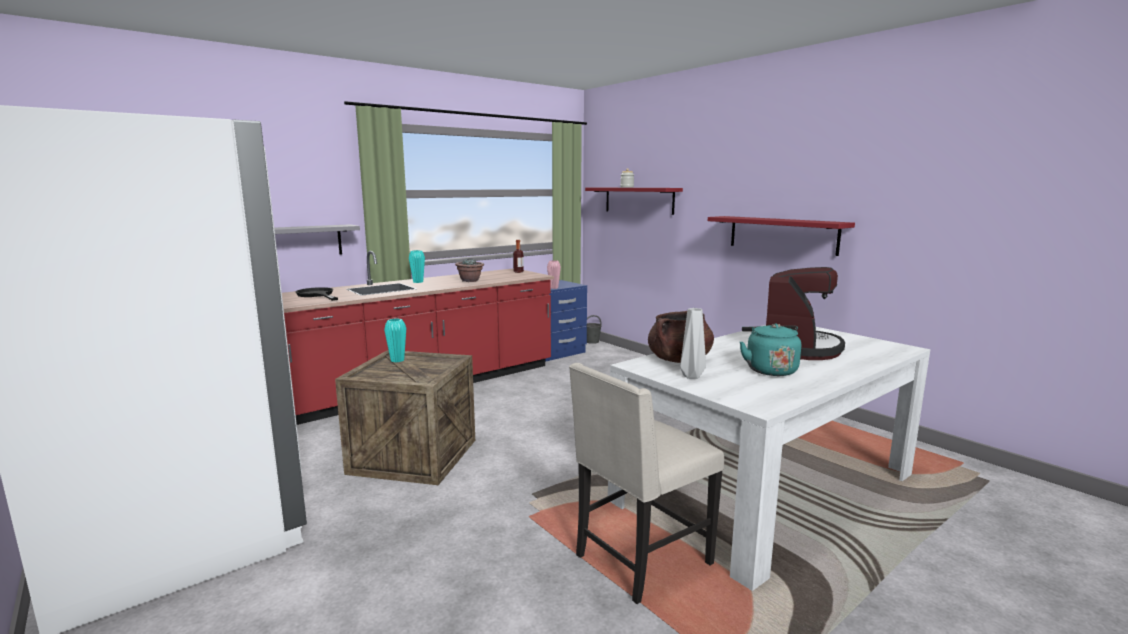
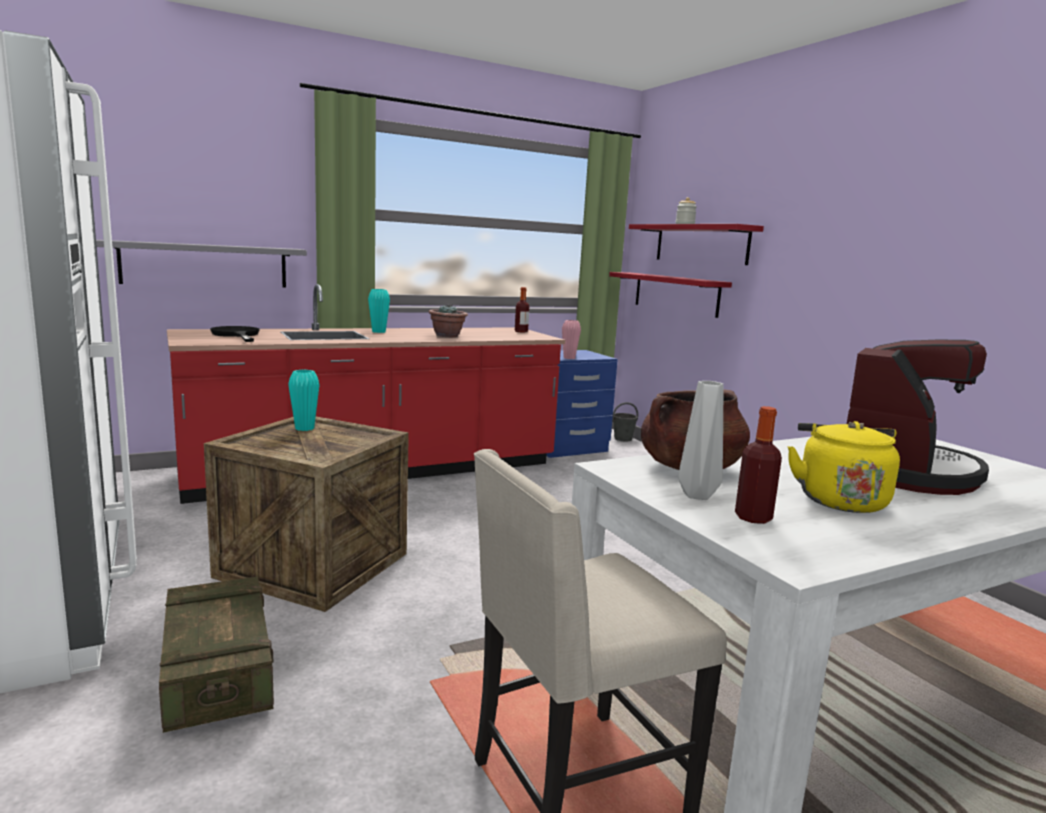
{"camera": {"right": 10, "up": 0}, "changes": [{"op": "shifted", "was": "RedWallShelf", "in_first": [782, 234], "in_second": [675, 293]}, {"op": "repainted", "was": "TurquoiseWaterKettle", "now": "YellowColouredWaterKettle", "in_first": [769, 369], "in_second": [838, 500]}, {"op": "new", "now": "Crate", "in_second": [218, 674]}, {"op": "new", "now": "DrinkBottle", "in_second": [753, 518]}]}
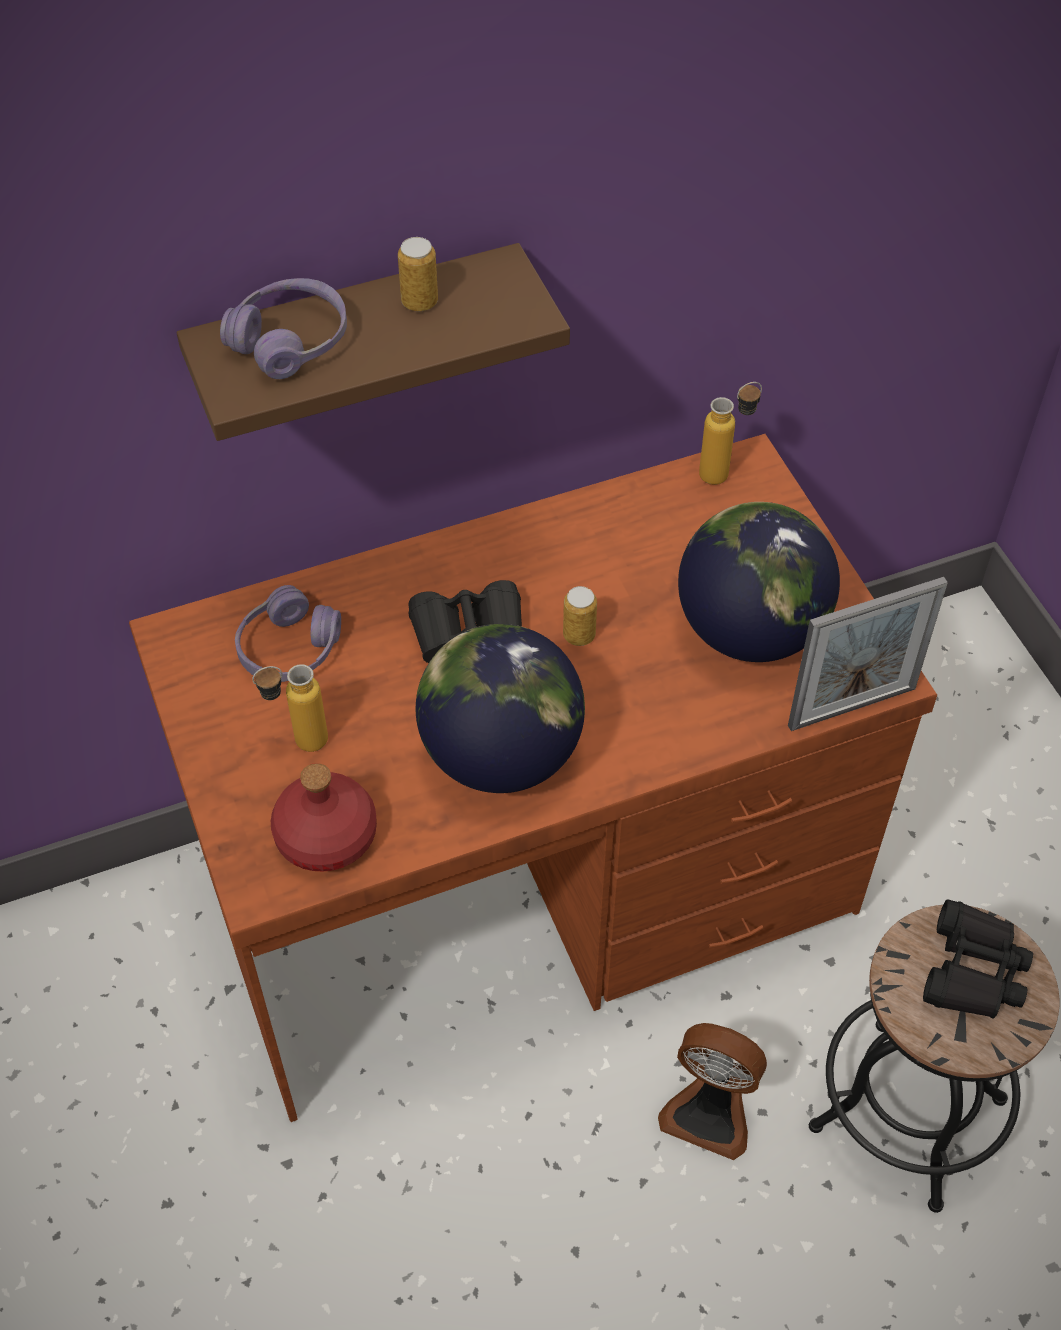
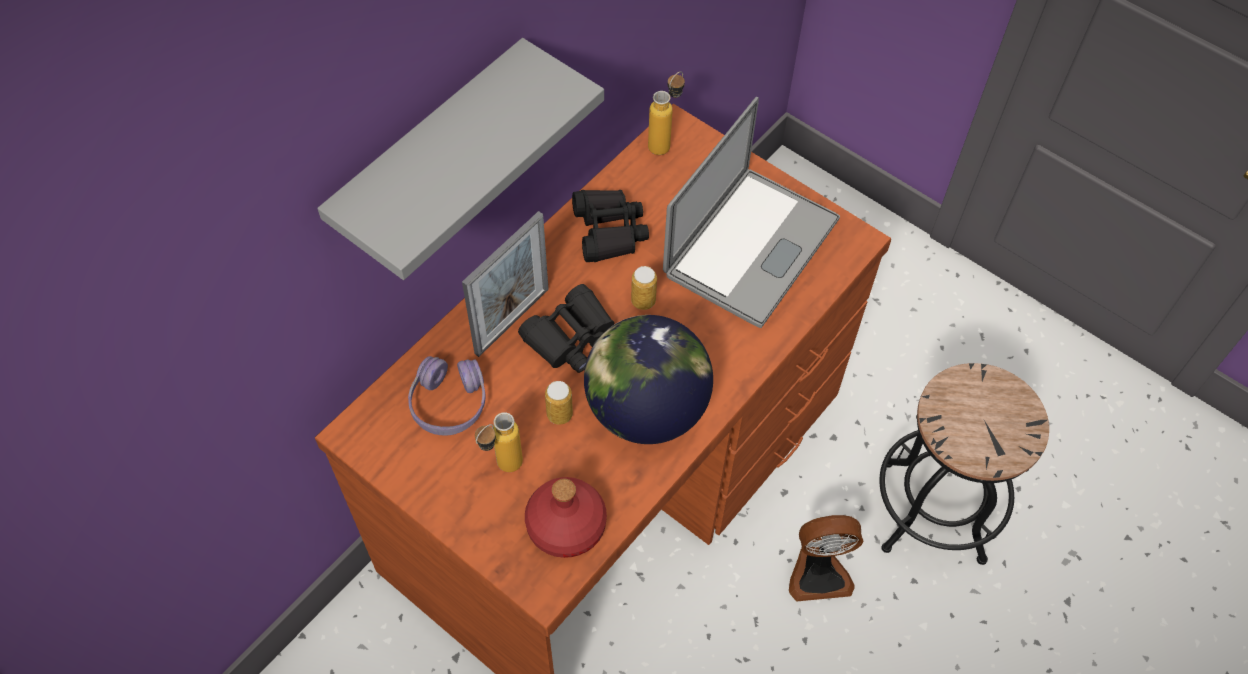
{"camera": {"right": -30, "up": 5}, "changes": [{"op": "repainted", "was": "BrownishWallShelf", "now": "GreyWallShelf", "in_first": [357, 337], "in_second": [431, 154]}, {"op": "gone", "was": "PurpleColouredPairOfHeadphones", "in_first": [290, 341]}, {"op": "shifted", "was": "Can", "in_first": [419, 302], "in_second": [559, 414]}, {"op": "swapped", "was": "DeskGlobe", "now": "PortableComputer", "in_first": [750, 630], "in_second": [751, 246]}, {"op": "shifted", "was": "PictureFrame", "in_first": [852, 707], "in_second": [512, 321]}, {"op": "shifted", "was": "BlackColouredFieldGlasses", "in_first": [973, 971], "in_second": [609, 231]}]}
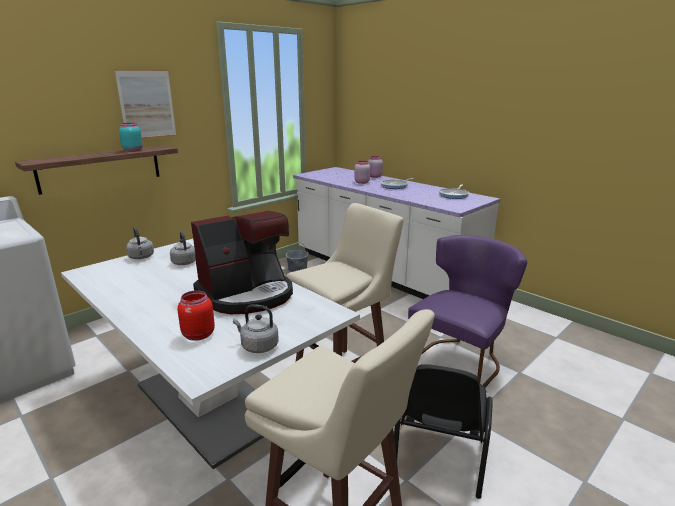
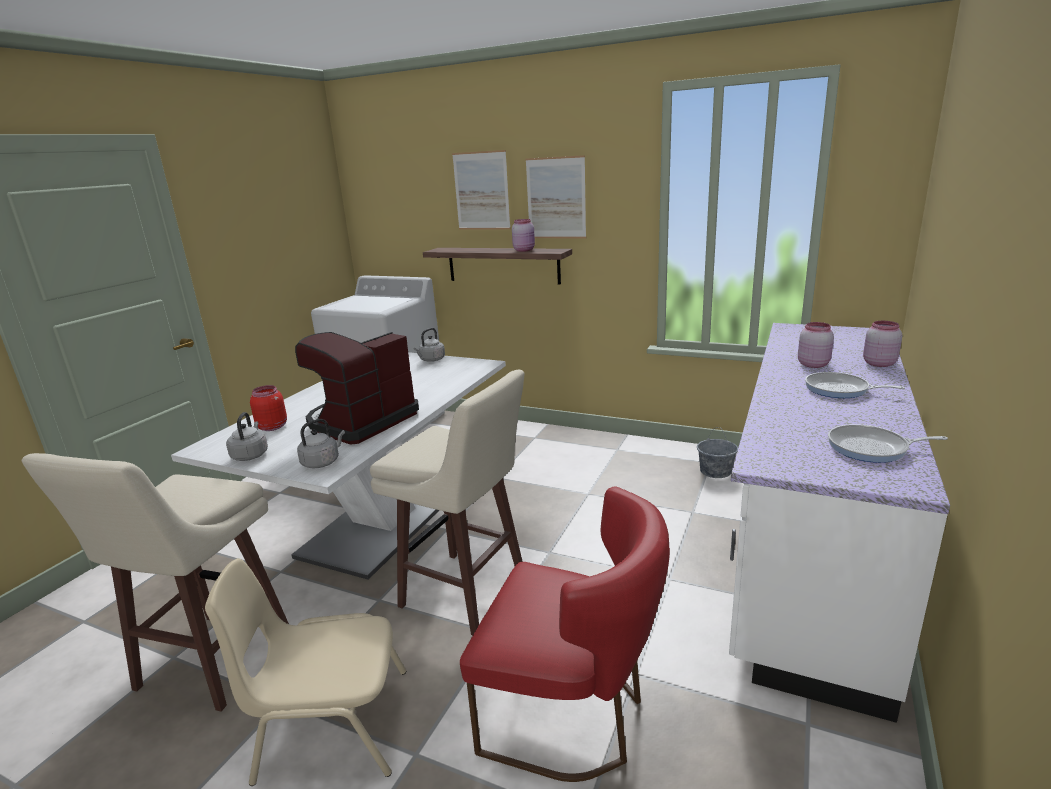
{"camera": {"right": 70, "up": 0}, "changes": [{"op": "repainted", "was": "TurquoisePreserveJar", "now": "PinkColouredPreserveJar", "in_first": [133, 150], "in_second": [524, 250]}, {"op": "shifted", "was": "GreyWaterKettle", "in_first": [184, 262], "in_second": [322, 462]}, {"op": "rotated", "was": "CoffeeMachine", "in_first": [247, 294], "in_second": [361, 421], "clockwise": 90}, {"op": "repainted", "was": "BlackColouredPlainChair", "now": "SandColouredPlainChair", "in_first": [438, 453], "in_second": [331, 725]}, {"op": "repainted", "was": "PurpleColouredPlainChair", "now": "RedPlainChair", "in_first": [460, 360], "in_second": [573, 715]}, {"op": "new", "now": "WallArt", "in_second": [481, 191]}]}
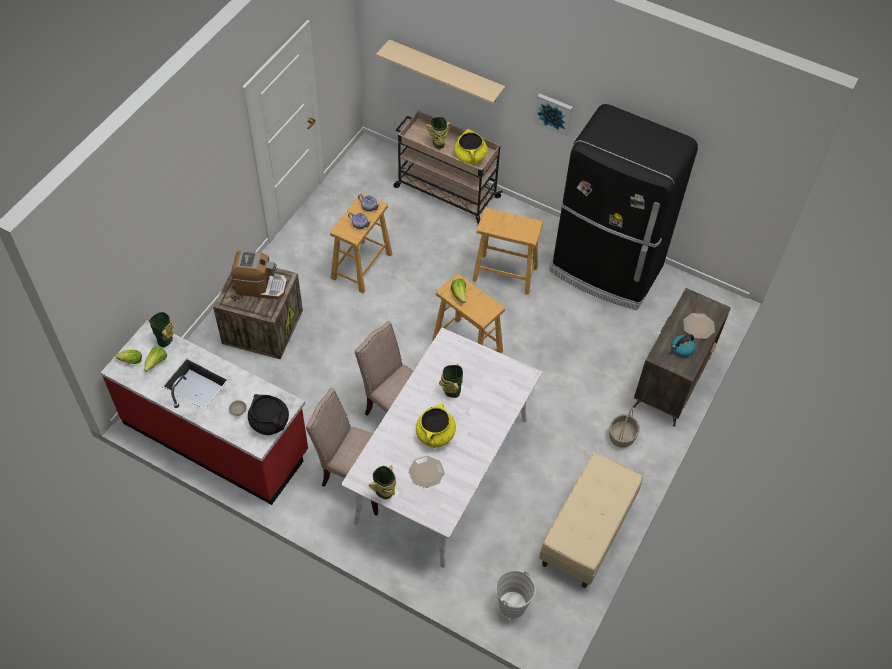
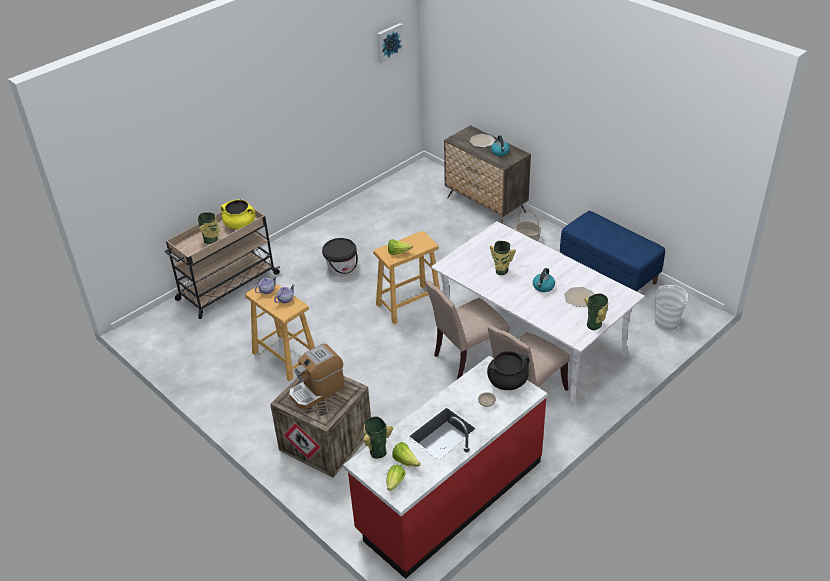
{"camera": {"right": -70, "up": -15}, "changes": [{"op": "rotated", "was": "CoffeeMachine", "in_first": [261, 286], "in_second": [317, 390], "clockwise": -150}, {"op": "gone", "was": "SandColouredWallShelf", "in_first": [446, 71]}, {"op": "swapped", "was": "YellowColouredSaucepot", "now": "WaterKettle", "in_first": [435, 435], "in_second": [543, 287]}, {"op": "swapped", "was": "SandColouredSittingStool", "now": "BlackColouredWaterBucket", "in_first": [505, 273], "in_second": [341, 268]}, {"op": "shifted", "was": "WallArt", "in_first": [554, 113], "in_second": [389, 42]}, {"op": "repainted", "was": "SandColouredIndoorBench", "now": "BlueColouredIndoorBench", "in_first": [587, 533], "in_second": [609, 272]}, {"op": "gone", "was": "BlackColouredKitchenFridge", "in_first": [606, 270]}]}
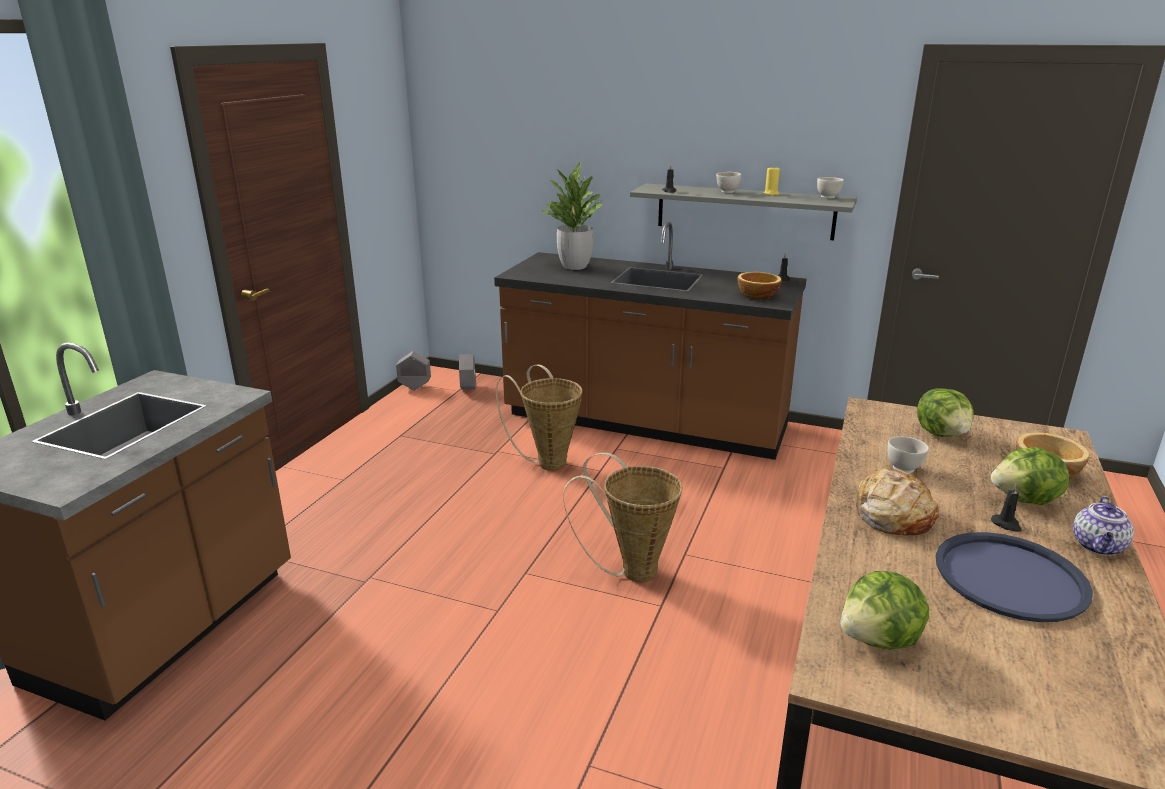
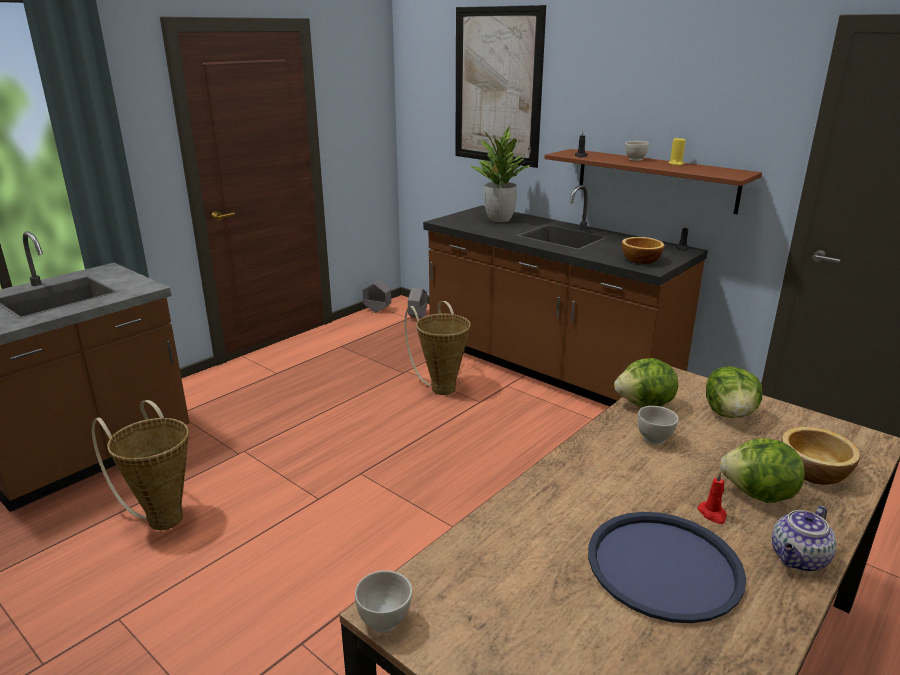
{"camera": {"right": 20, "up": 0}, "changes": [{"op": "shifted", "was": "Basket", "in_first": [631, 570], "in_second": [162, 516]}, {"op": "repainted", "was": "GreyWallShelf", "now": "BrownishWallShelf", "in_first": [744, 211], "in_second": [655, 180]}, {"op": "shifted", "was": "WhitishBowl", "in_first": [828, 197], "in_second": [385, 621]}, {"op": "shifted", "was": "Lettuce", "in_first": [879, 640], "in_second": [645, 405]}, {"op": "gone", "was": "Bread", "in_first": [892, 515]}, {"op": "repainted", "was": "BlackColouredCandle", "now": "RedCandle", "in_first": [1006, 524], "in_second": [712, 514]}, {"op": "new", "now": "WallArt", "in_second": [497, 87]}]}
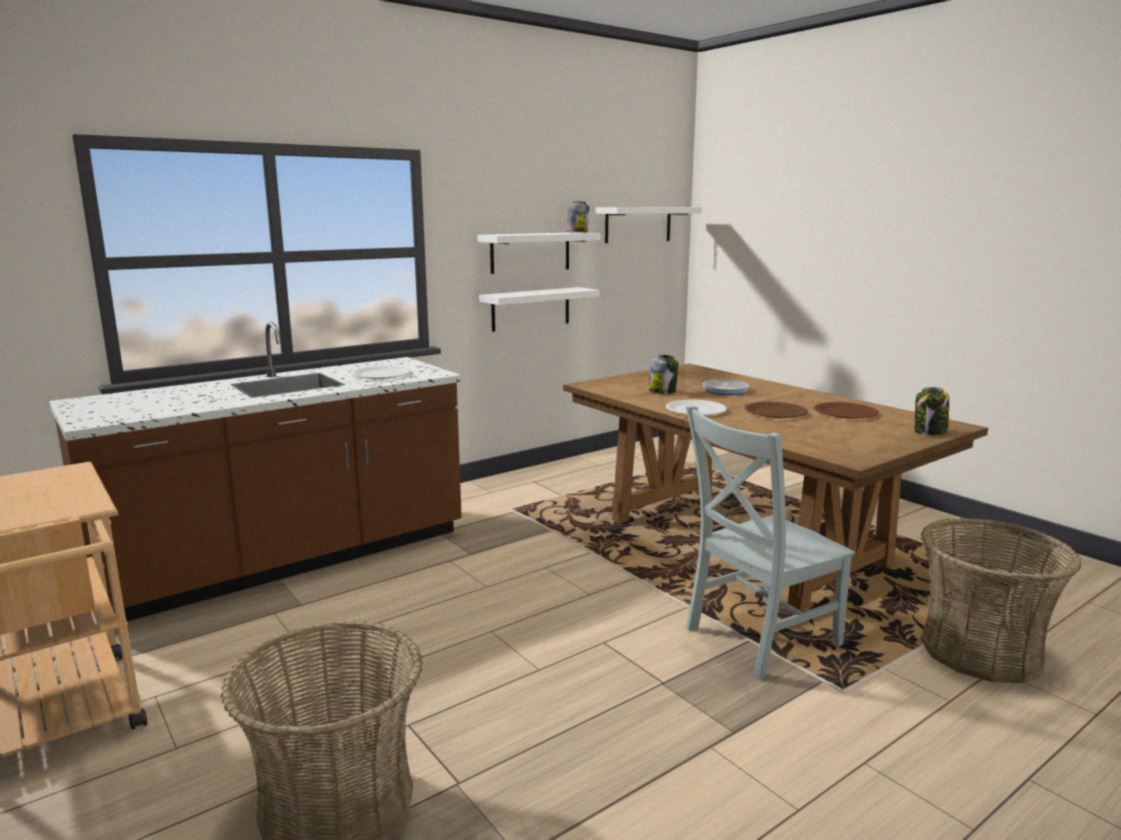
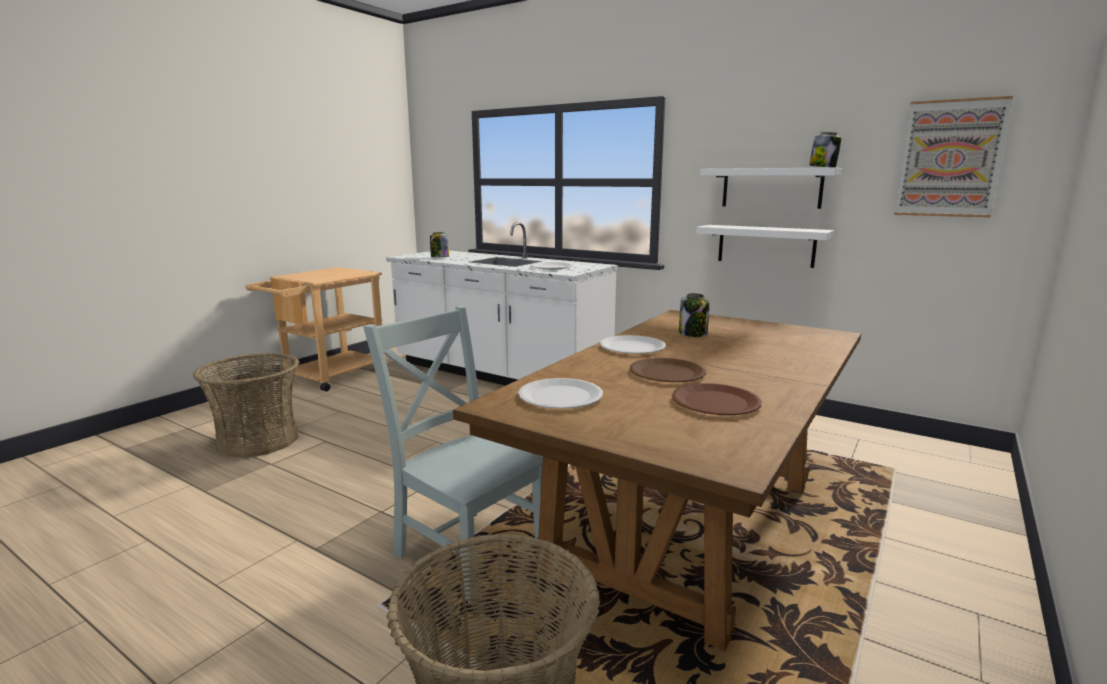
{"camera": {"right": 70, "up": 0}, "changes": [{"op": "repainted", "was": "BrownishCounter", "now": "WhitishCounter", "in_first": [287, 561], "in_second": [499, 374]}, {"op": "swapped", "was": "WhitishWallShelf", "now": "WallArt", "in_first": [638, 224], "in_second": [950, 159]}, {"op": "gone", "was": "Skillet", "in_first": [722, 390]}, {"op": "shifted", "was": "PreserveJar", "in_first": [930, 432], "in_second": [439, 257]}, {"op": "new", "now": "WhitishDinnerPlate", "in_second": [560, 396]}]}
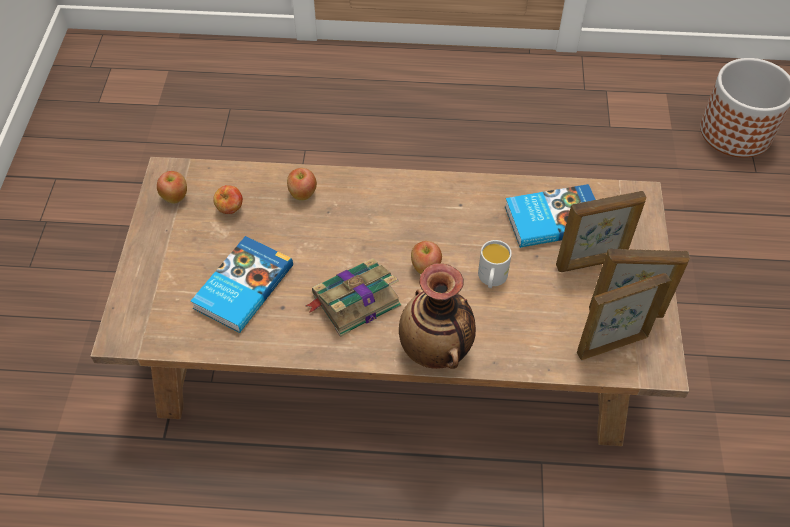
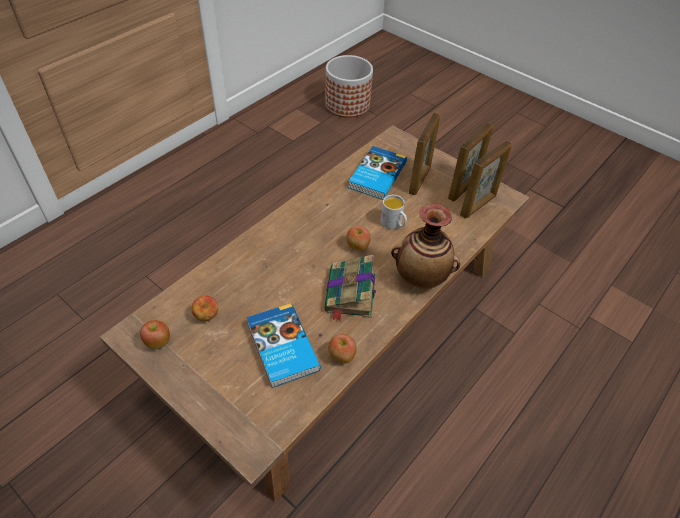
{"camera": {"right": -55, "up": -5}, "changes": [{"op": "shifted", "was": "WholeApple", "in_first": [302, 194], "in_second": [341, 356]}, {"op": "rotated", "was": "PictureFrame", "in_first": [611, 344], "in_second": [478, 205], "clockwise": -150}]}
